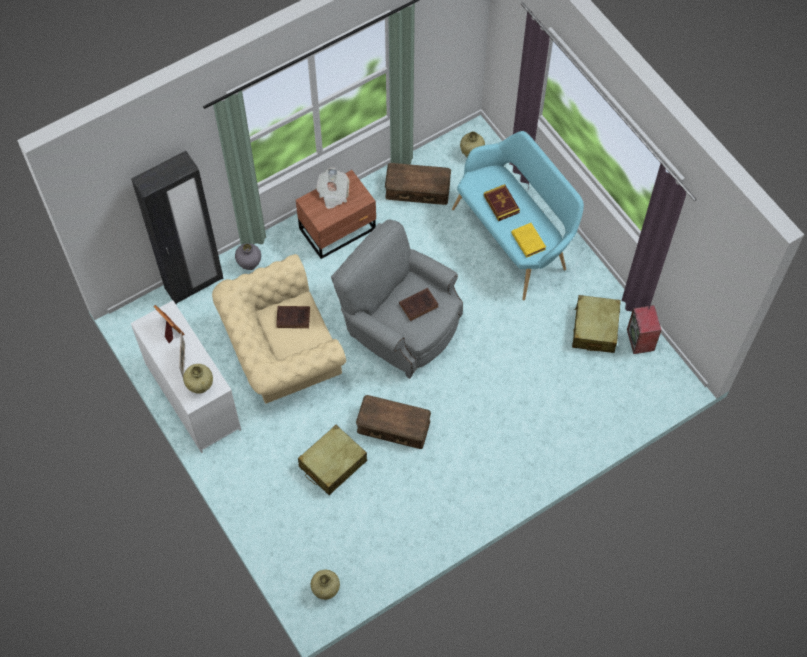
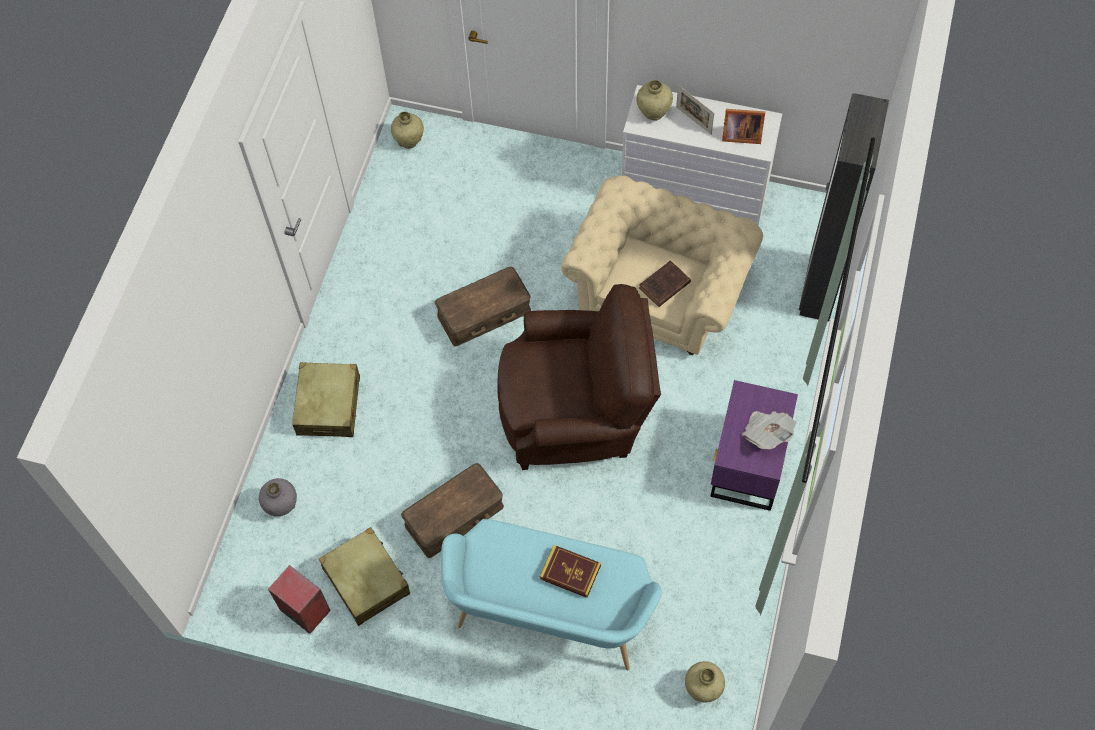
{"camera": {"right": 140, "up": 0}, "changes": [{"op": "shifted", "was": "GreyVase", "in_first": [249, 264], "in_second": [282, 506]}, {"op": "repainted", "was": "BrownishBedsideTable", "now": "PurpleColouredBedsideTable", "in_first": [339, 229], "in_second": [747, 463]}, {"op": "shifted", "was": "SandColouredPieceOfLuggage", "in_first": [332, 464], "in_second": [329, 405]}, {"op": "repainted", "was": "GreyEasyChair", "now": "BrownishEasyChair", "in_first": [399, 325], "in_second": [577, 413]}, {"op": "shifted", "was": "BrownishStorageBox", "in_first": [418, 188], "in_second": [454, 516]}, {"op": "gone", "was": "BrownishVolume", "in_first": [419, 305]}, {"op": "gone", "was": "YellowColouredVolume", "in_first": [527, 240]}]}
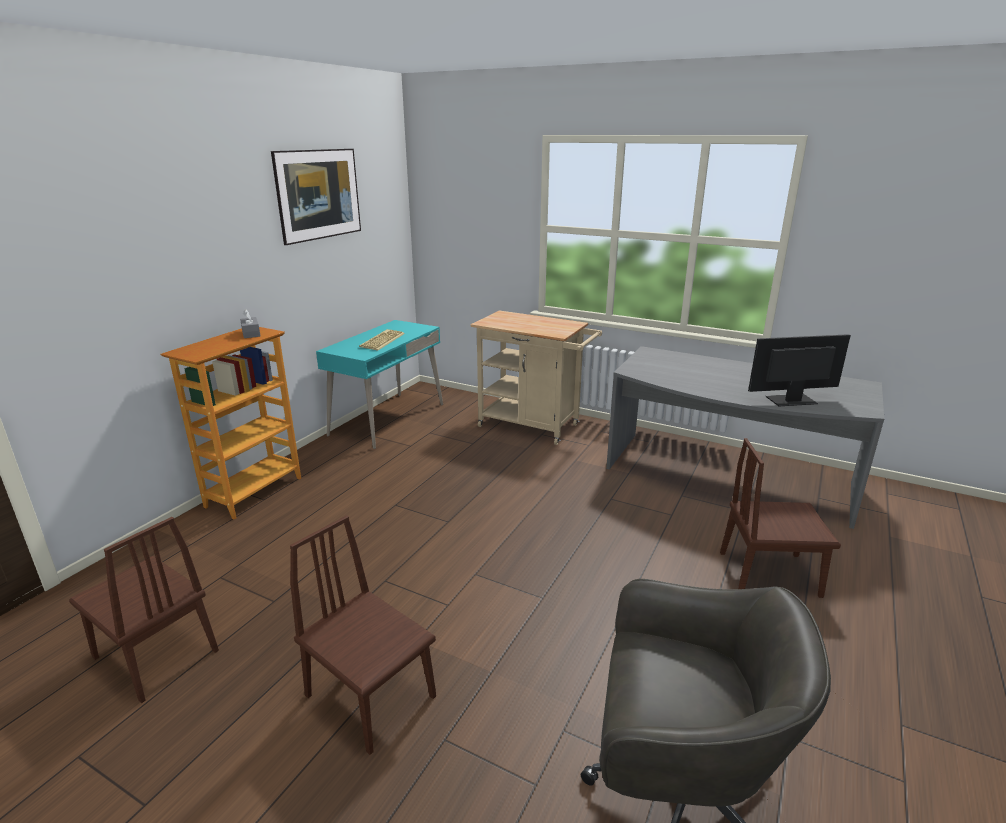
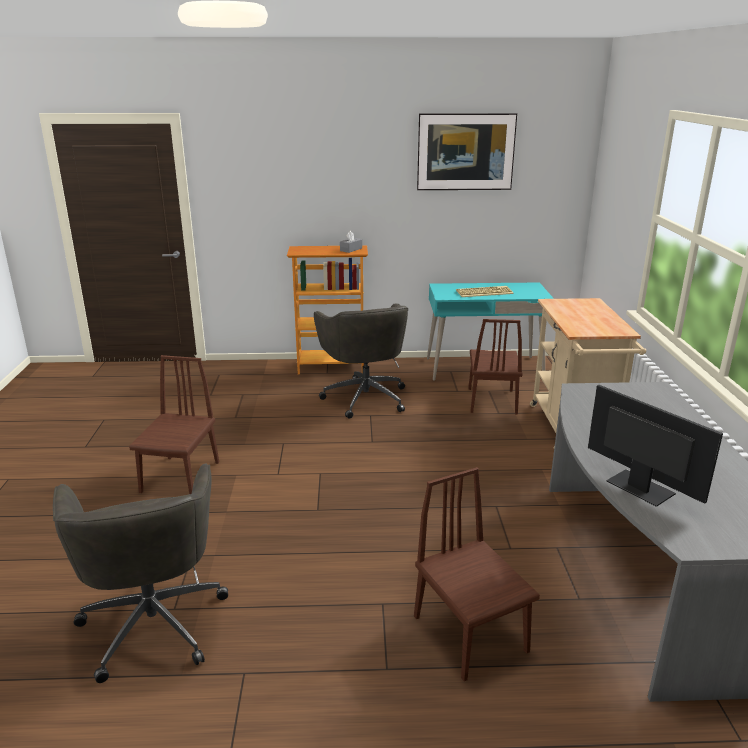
{"camera": {"right": 60, "up": 0}, "changes": [{"op": "shifted", "was": "BrownishPlainChair", "in_first": [156, 654], "in_second": [492, 401]}, {"op": "new", "now": "GreyComputerChair", "in_second": [365, 397]}]}
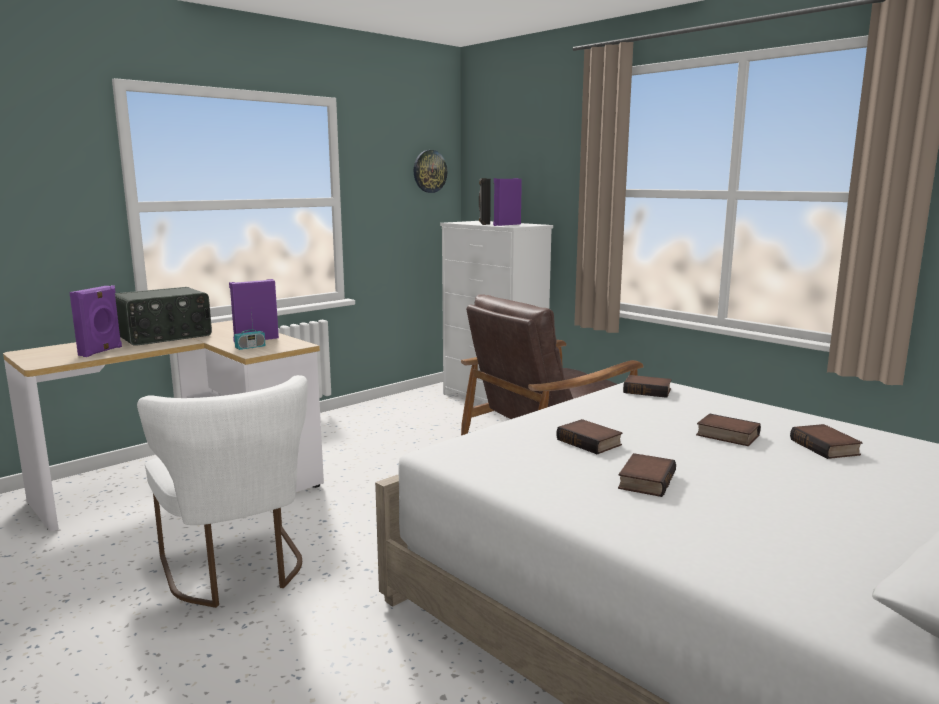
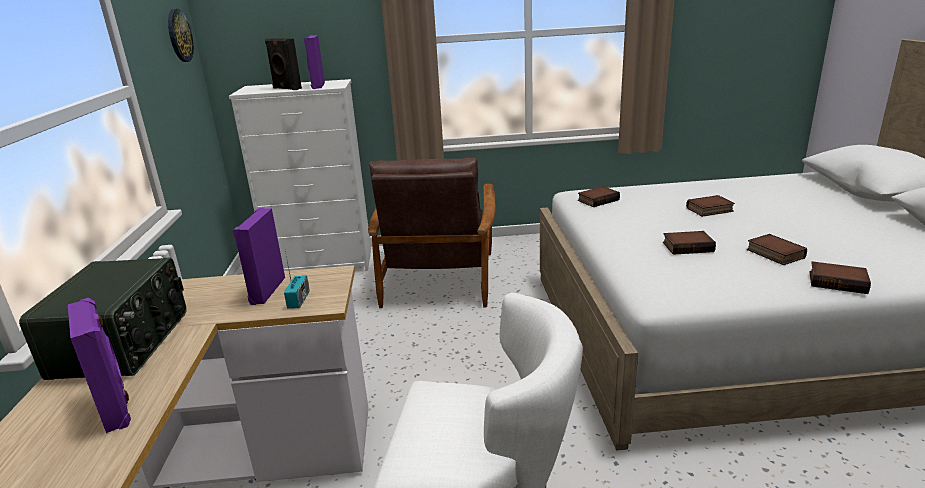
{"camera": {"right": -50, "up": 10}, "changes": [{"op": "shifted", "was": "Volume", "in_first": [826, 447], "in_second": [838, 282]}]}
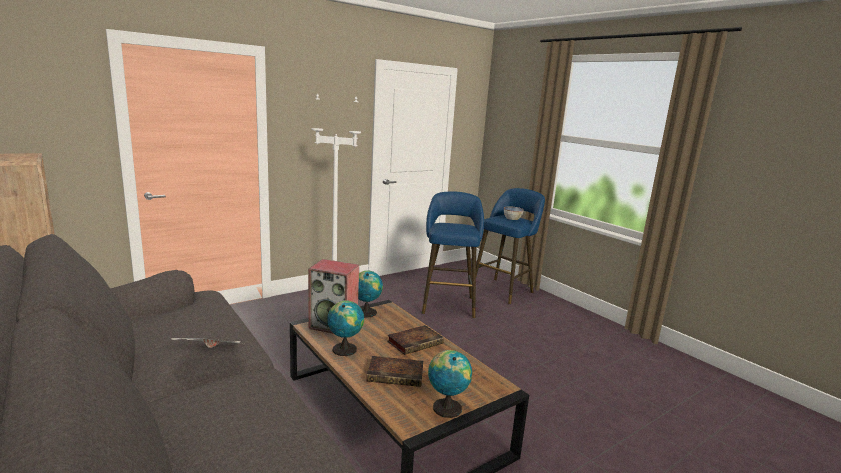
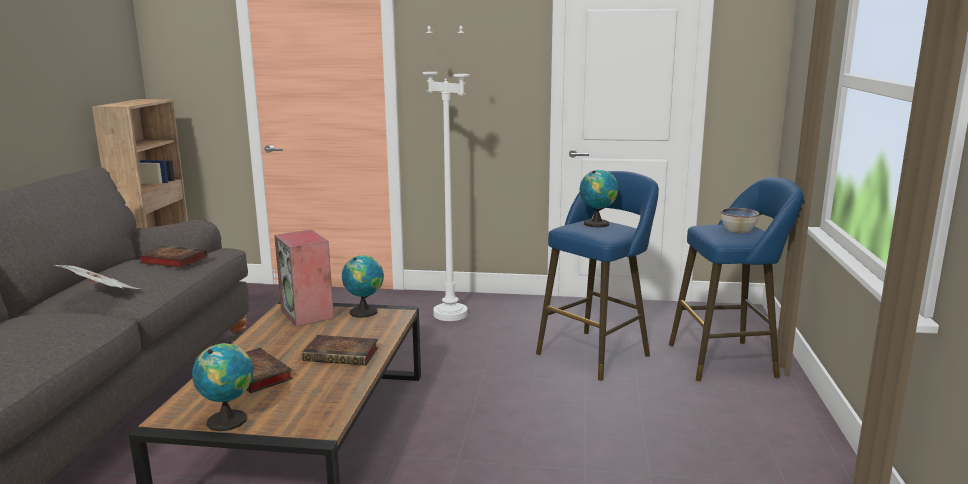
{"camera": {"right": 45, "up": 0}, "changes": [{"op": "shifted", "was": "DeskGlobe", "in_first": [345, 348], "in_second": [597, 223]}, {"op": "new", "now": "Volume", "in_second": [171, 260]}]}
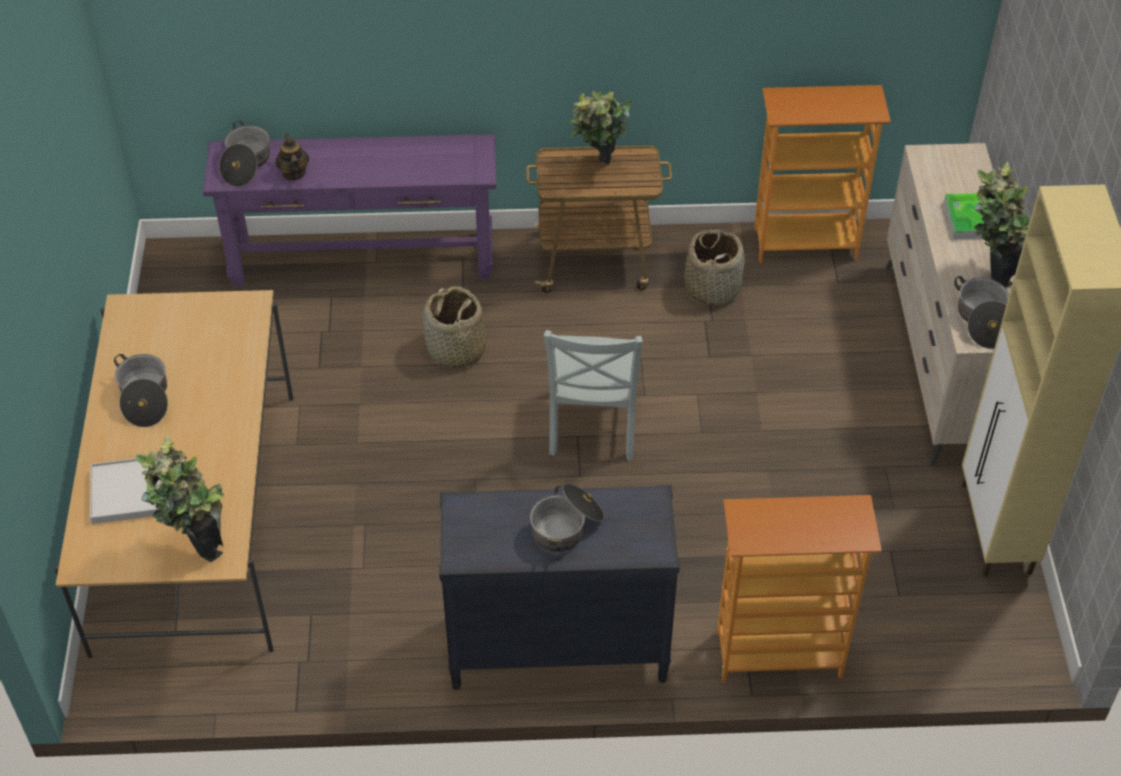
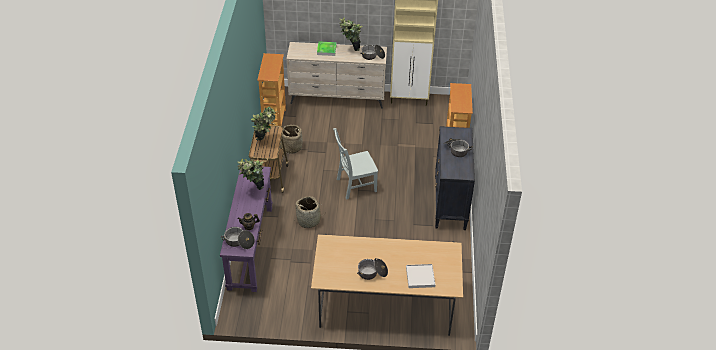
{"camera": {"right": -85, "up": -5}, "changes": [{"op": "shifted", "was": "PottedPlant", "in_first": [195, 543], "in_second": [254, 191]}, {"op": "rotated", "was": "GreyPlainChair", "in_first": [592, 427], "in_second": [354, 185], "clockwise": 150}]}
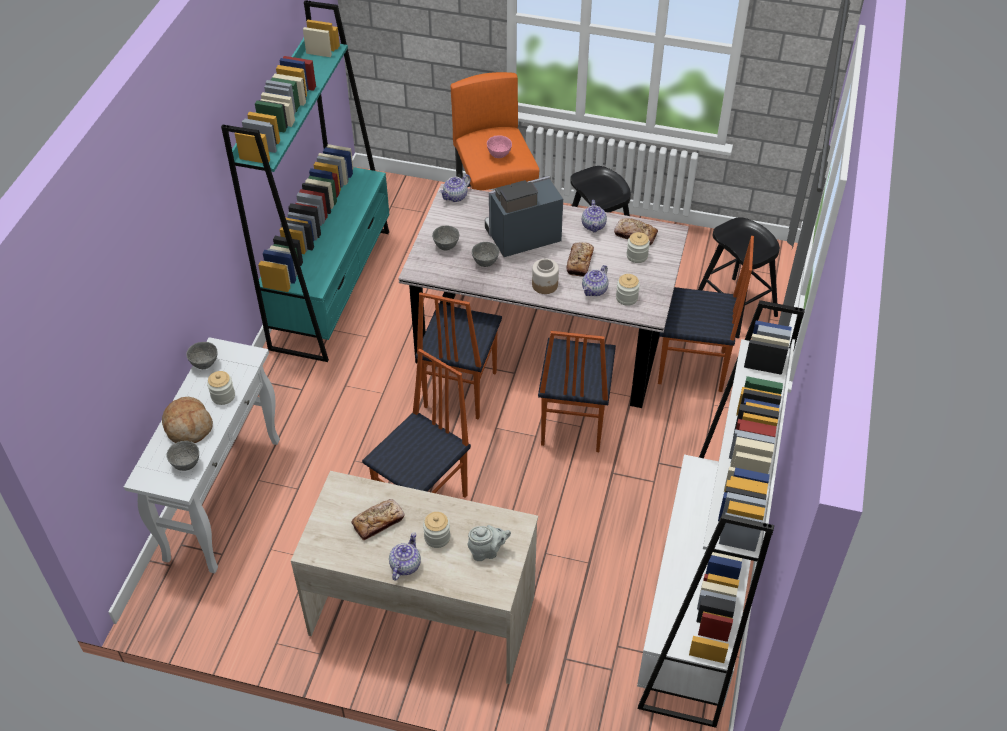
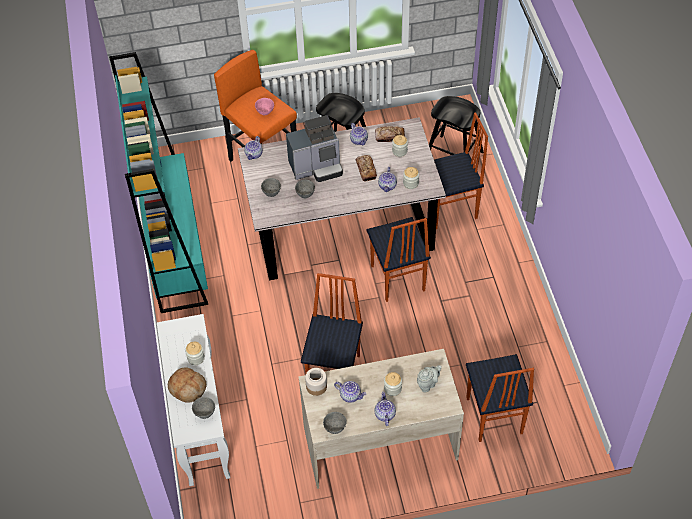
{"camera": {"right": -25, "up": 5}, "changes": [{"op": "shifted", "was": "GreyBowl", "in_first": [204, 364], "in_second": [334, 428]}, {"op": "swapped", "was": "Bread", "now": "PotForTea", "in_first": [378, 522], "in_second": [350, 395]}, {"op": "shifted", "was": "PlainChair", "in_first": [459, 390], "in_second": [493, 416]}, {"op": "rotated", "was": "CoffeeMachine", "in_first": [520, 237], "in_second": [317, 167], "clockwise": -150}, {"op": "shifted", "was": "PreserveJar", "in_first": [545, 285], "in_second": [316, 386]}, {"op": "gone", "was": "WhitishBookcase", "in_first": [695, 613]}]}
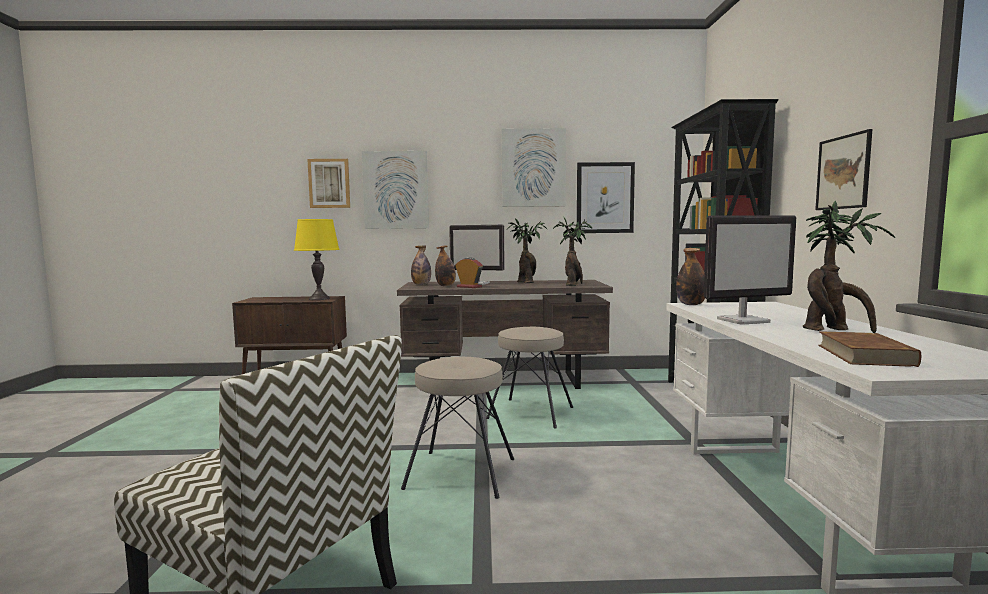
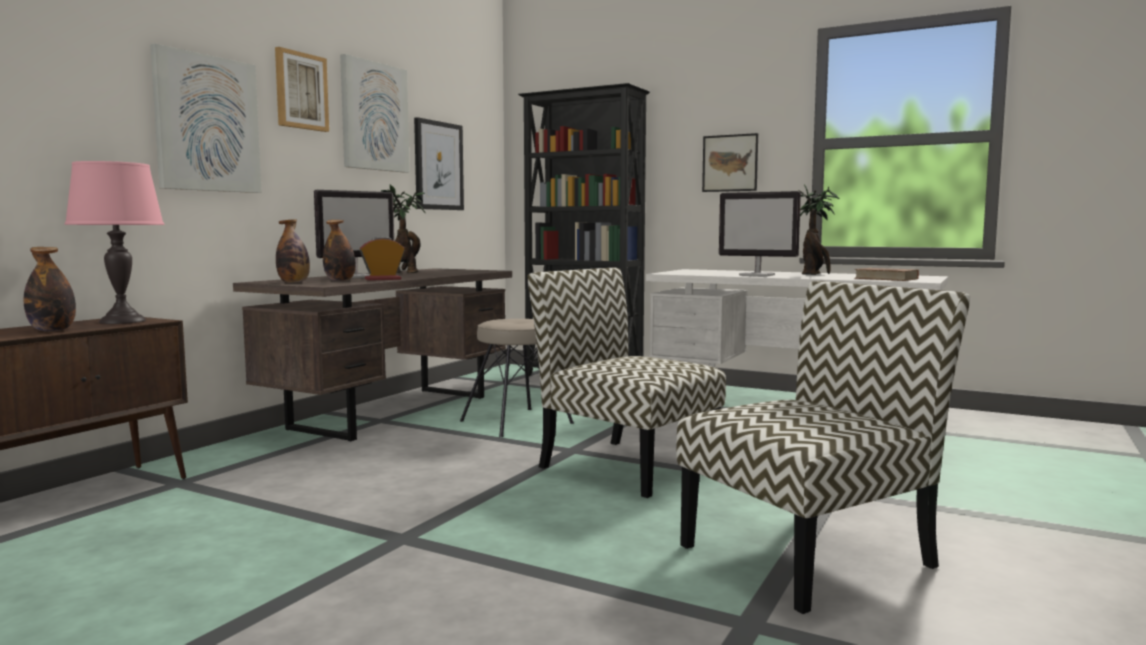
{"camera": {"right": -60, "up": 0}, "changes": [{"op": "repainted", "was": "YellowColouredLampForATable", "now": "PinkColouredLampForATable", "in_first": [319, 299], "in_second": [122, 321]}, {"op": "shifted", "was": "WallArt", "in_first": [329, 183], "in_second": [301, 91]}, {"op": "swapped", "was": "SandColouredSittingStool", "now": "PlainChair", "in_first": [460, 472], "in_second": [625, 466]}, {"op": "gone", "was": "PottedPlant", "in_first": [573, 285]}, {"op": "shifted", "was": "DrinkBottle", "in_first": [691, 304], "in_second": [52, 330]}, {"op": "rotated", "was": "ComputerDisplay", "in_first": [743, 321], "in_second": [757, 275], "clockwise": 105}]}
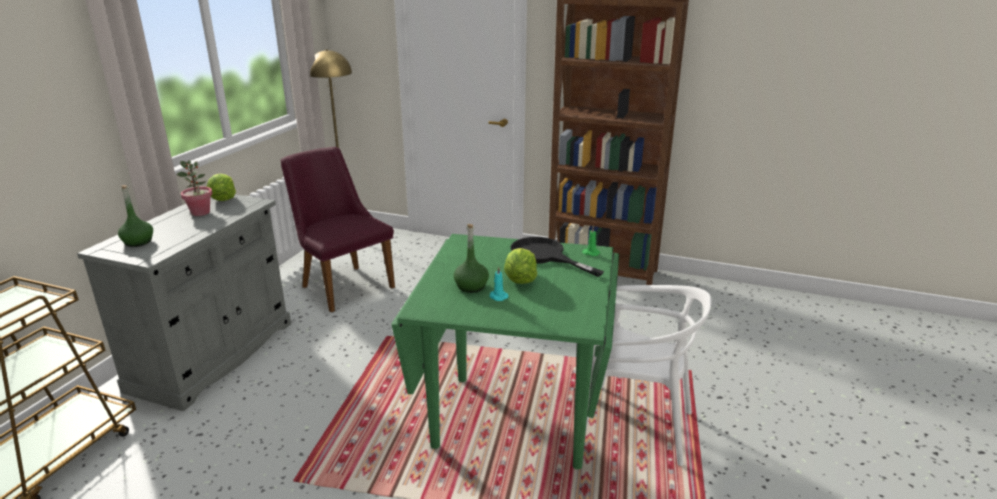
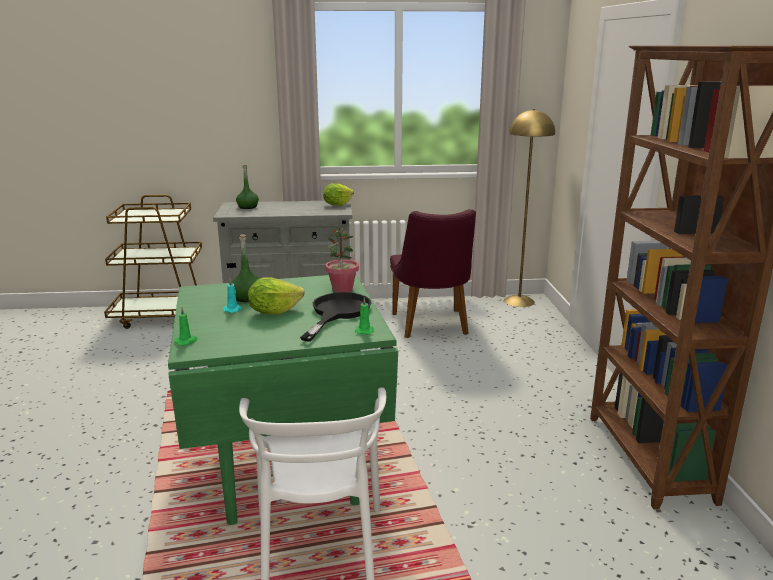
{"camera": {"right": 65, "up": -5}, "changes": [{"op": "shifted", "was": "PottedPlant", "in_first": [200, 212], "in_second": [342, 289]}, {"op": "rotated", "was": "PurpleColouredPlainChair", "in_first": [342, 284], "in_second": [432, 326], "clockwise": 150}, {"op": "new", "now": "GreenColouredCandle", "in_second": [186, 341]}]}
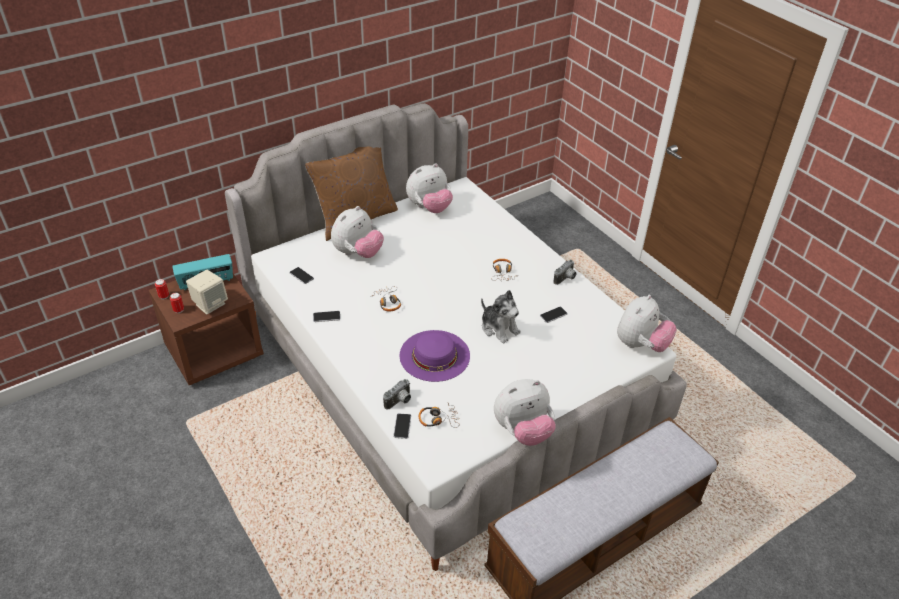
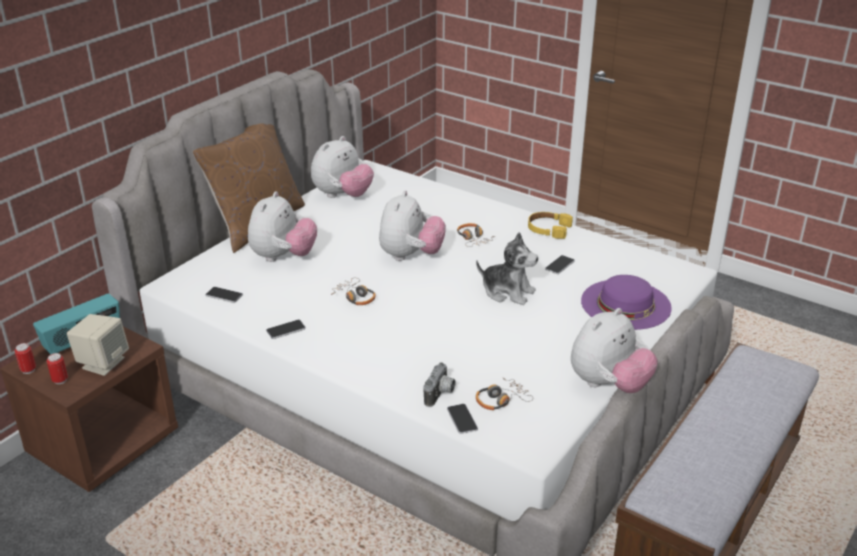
{"camera": {"right": -20, "up": -10}, "changes": [{"op": "shifted", "was": "PurpleColouredClothingHat", "in_first": [434, 355], "in_second": [626, 304]}, {"op": "swapped", "was": "PhotoCamera", "now": "YellowColouredPairOfHeadphones", "in_first": [565, 279], "in_second": [548, 229]}, {"op": "shifted", "was": "CuddlyToy", "in_first": [641, 344], "in_second": [410, 255]}]}
